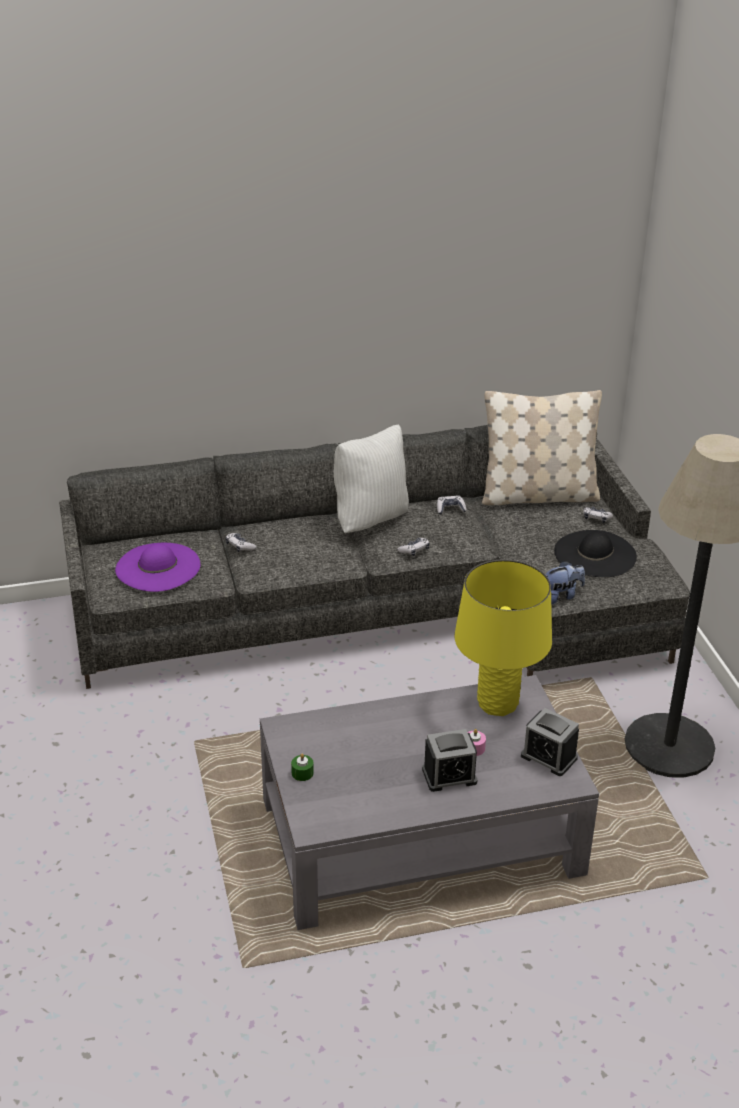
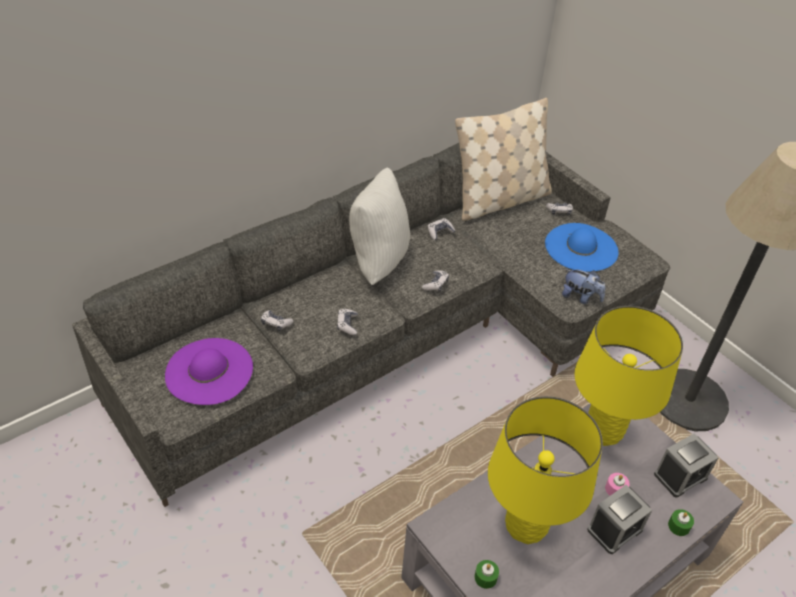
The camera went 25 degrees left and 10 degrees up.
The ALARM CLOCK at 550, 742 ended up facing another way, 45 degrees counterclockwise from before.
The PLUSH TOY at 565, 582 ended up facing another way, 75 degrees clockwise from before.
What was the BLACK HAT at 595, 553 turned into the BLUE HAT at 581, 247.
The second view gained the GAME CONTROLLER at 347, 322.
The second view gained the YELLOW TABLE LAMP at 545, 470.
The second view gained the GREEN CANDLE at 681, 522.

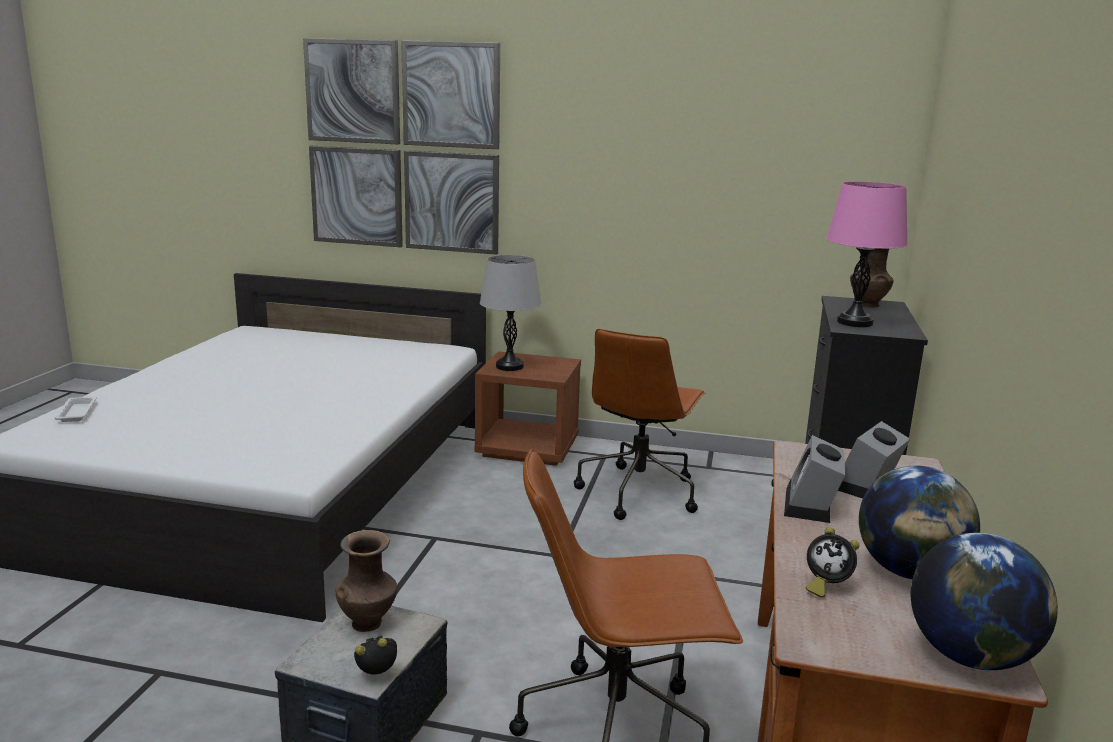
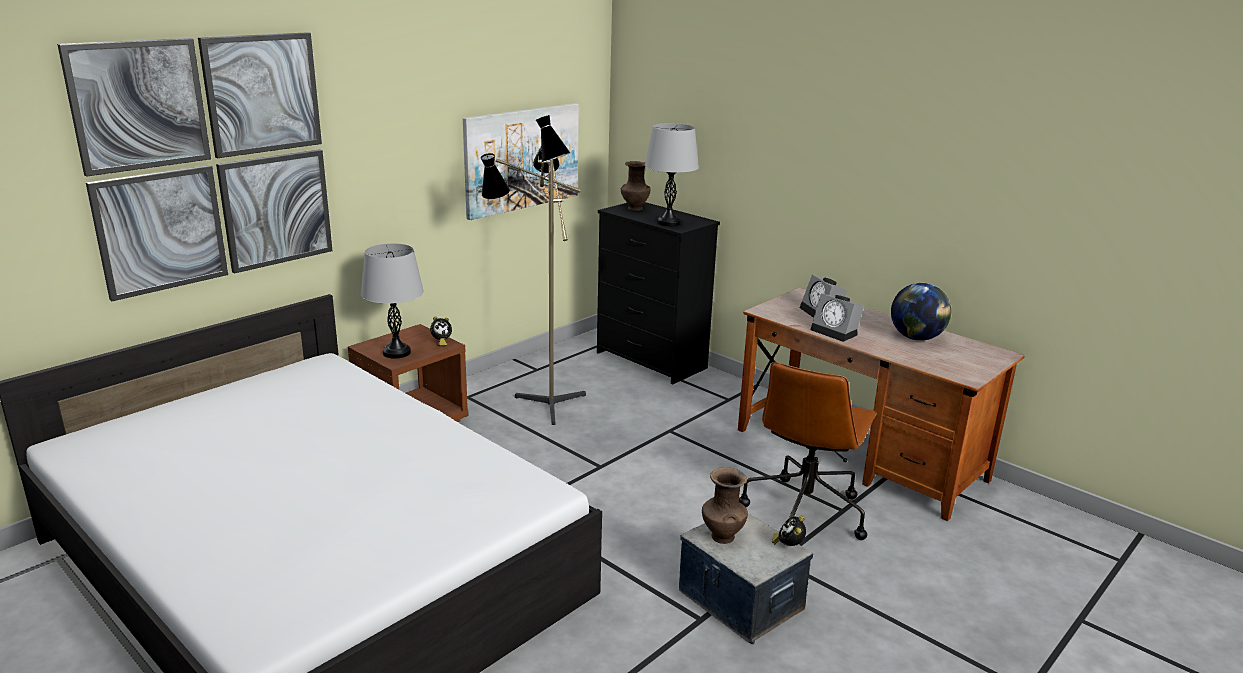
The camera went 60 degrees left and 5 degrees up.
The second view lost the WHITE TRAY at 75, 409.
Where the BROWN OFFICE CHAIR stood at 639, 424, the FLOOR LAMP came to stand at 533, 270.
The ALARM CLOCK ended up elsewhere, having gone from 833, 562 to 441, 331.
What was the PINK TABLE LAMP at 867, 254 turned into the GREY TABLE LAMP at 672, 174.
The second view lost the GLOBE at 984, 601.
The second view gained the PICTURE at 521, 161.

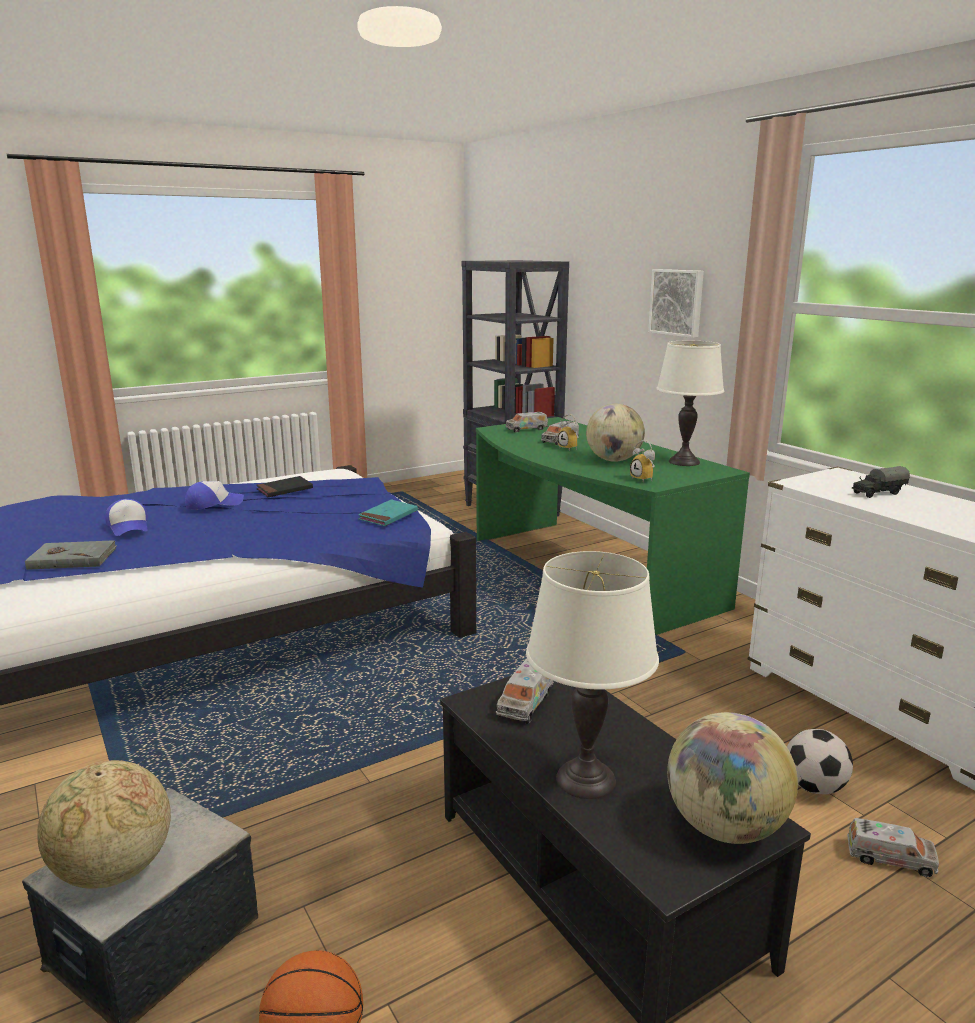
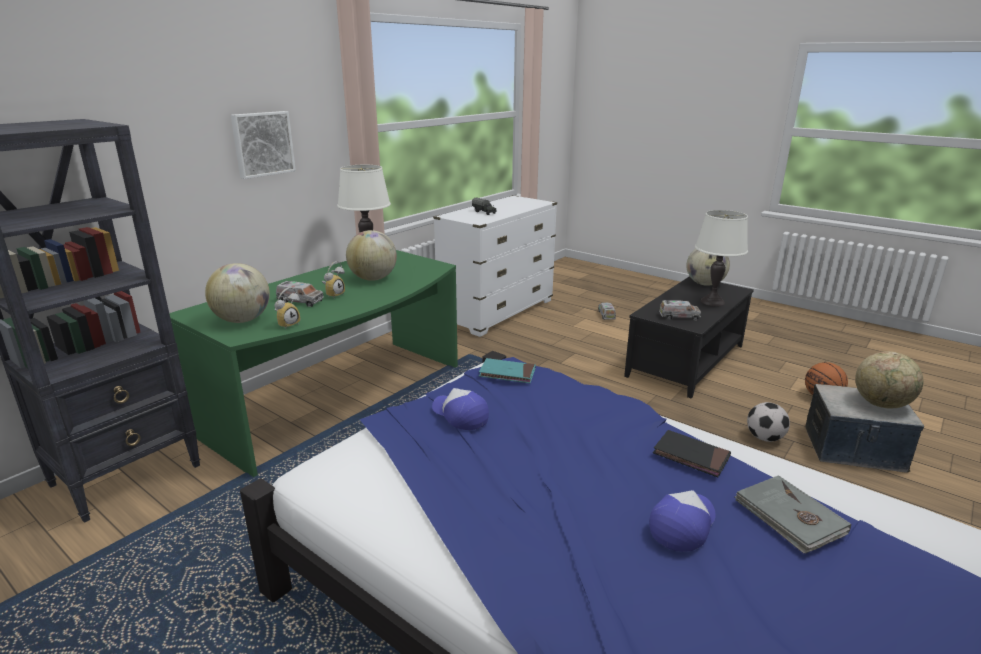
The camera went 110 degrees left and 5 degrees up.
The CAP ended up elsewhere, having gone from 214, 495 to 460, 409.
The BLACK BOOK ended up elsewhere, having gone from 284, 486 to 692, 453.
Where the TOY TRUCK stood at 526, 422, the GLOBE came to stand at 237, 293.
The ALARM CLOCK ended up elsewhere, having gone from 642, 461 to 287, 307.
The FOOTBALL ended up elsewhere, having gone from 820, 761 to 768, 422.

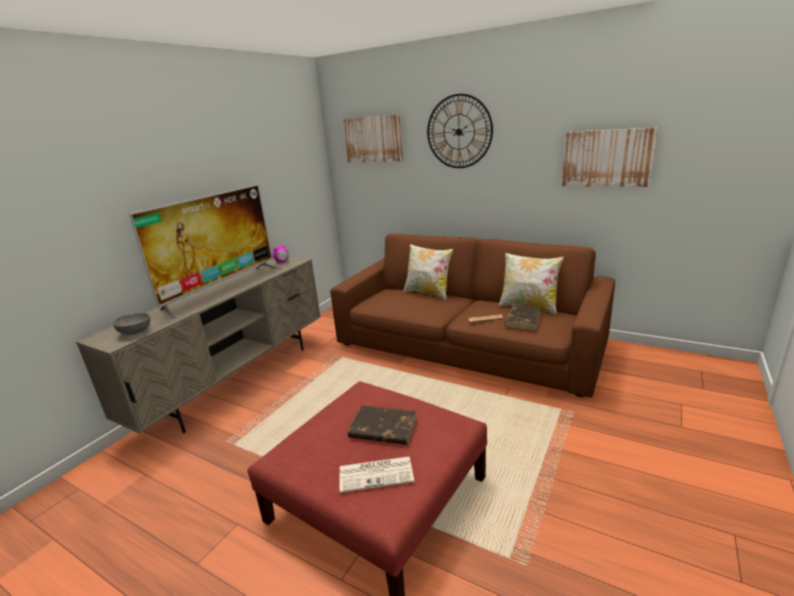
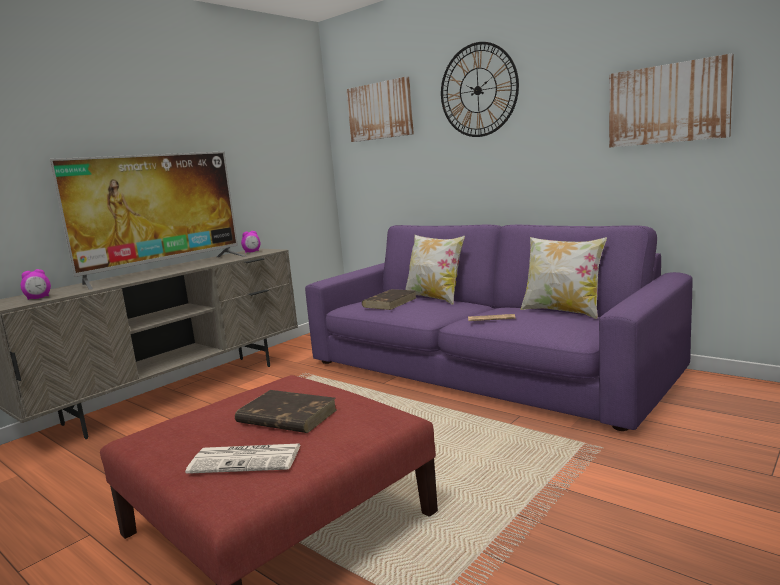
The camera went 10 degrees right and 10 degrees down.
Where the GREY BOWL stood at 131, 324, the ALARM CLOCK came to stand at 35, 284.
What was the BROWN SOFA at 472, 316 turned into the PURPLE SOFA at 499, 328.
The BROWN BOOK ended up elsewhere, having gone from 522, 317 to 389, 299.

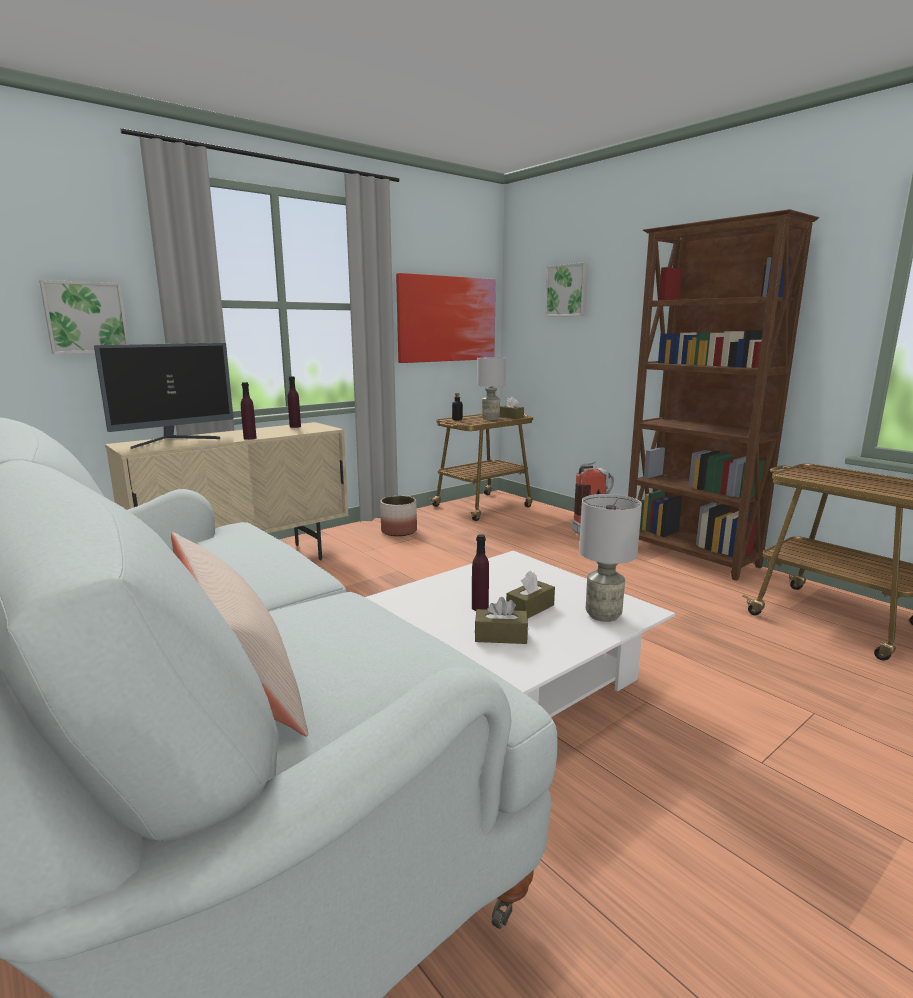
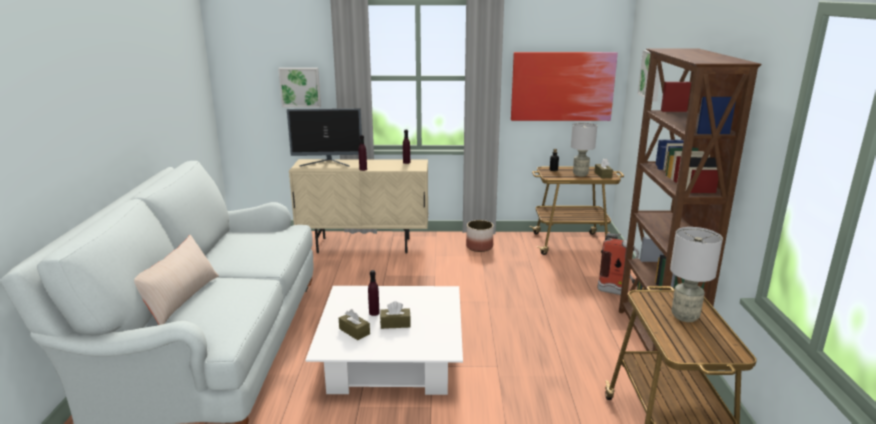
The camera went 40 degrees right and 5 degrees up.
The GREY TABLE LAMP ended up elsewhere, having gone from 610, 558 to 696, 274.

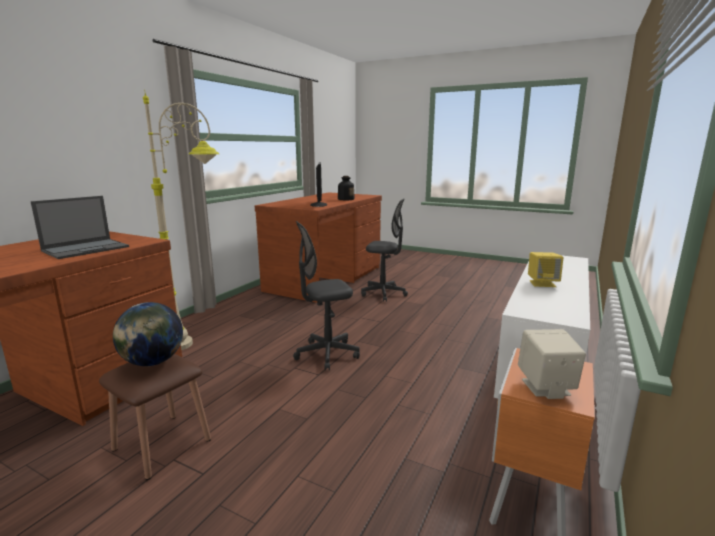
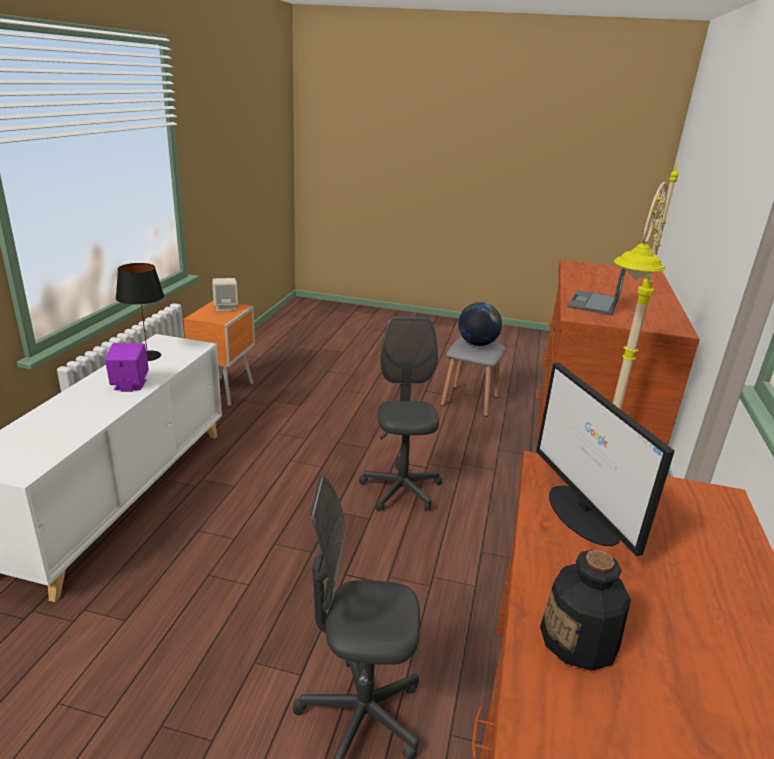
The camera went 165 degrees right and 10 degrees up.
What was the BROWN STOOL at 155, 417 turned into the GREY STOOL at 473, 377.
The GREY OFFICE CHAIR at 326, 295 ended up facing another way, 60 degrees counterclockwise from before.
What was the YELLOW SPEAKER at 545, 269 turned into the PURPLE SPEAKER at 127, 367.
The second view gained the BLACK TABLE LAMP at 140, 312.

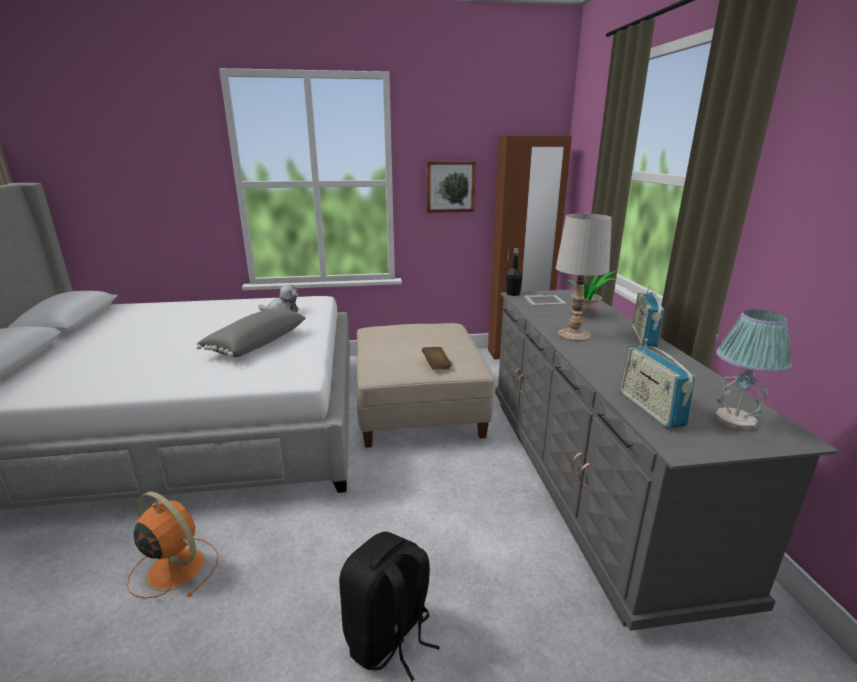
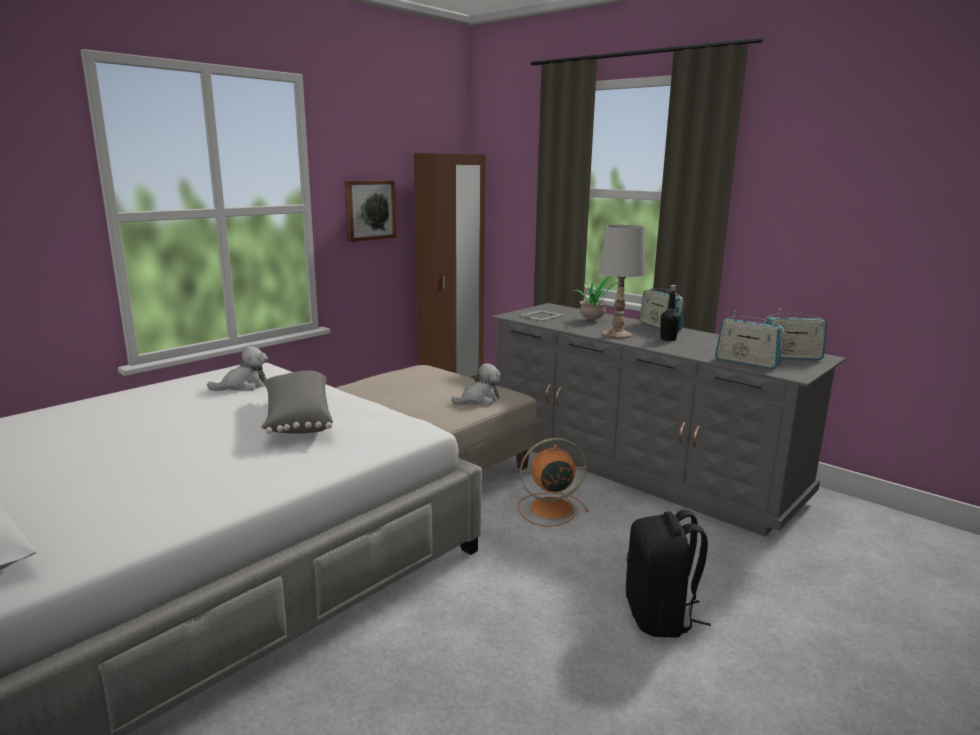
The camera went 40 degrees left and 5 degrees down.
The ORANGE FAN ended up elsewhere, having gone from 172, 545 to 553, 482.
Where the BROWN BOOK stood at 437, 358, the PLUSH TOY came to stand at 476, 384.
The BLACK BOTTLE ended up elsewhere, having gone from 514, 272 to 670, 313.
Where the TABLE LAMP stood at 753, 370, the RADIO came to stand at 796, 334.

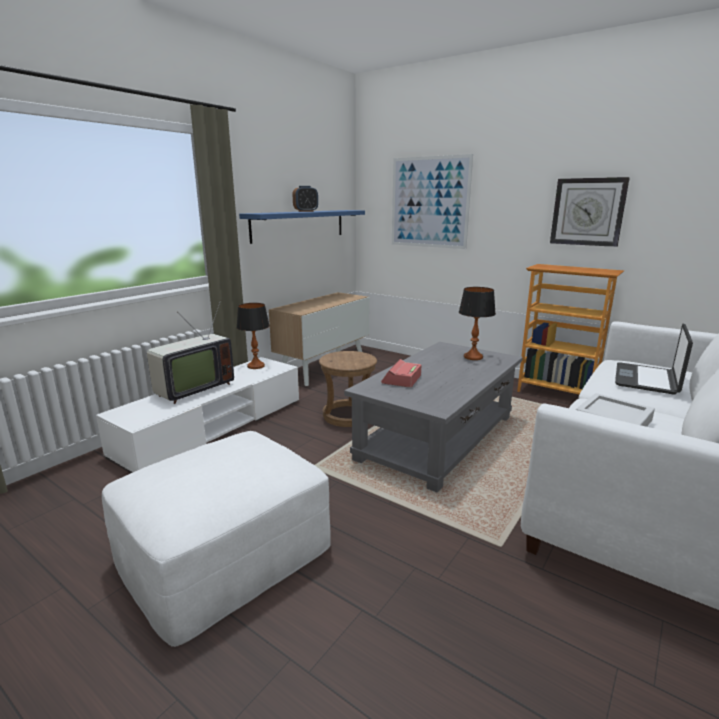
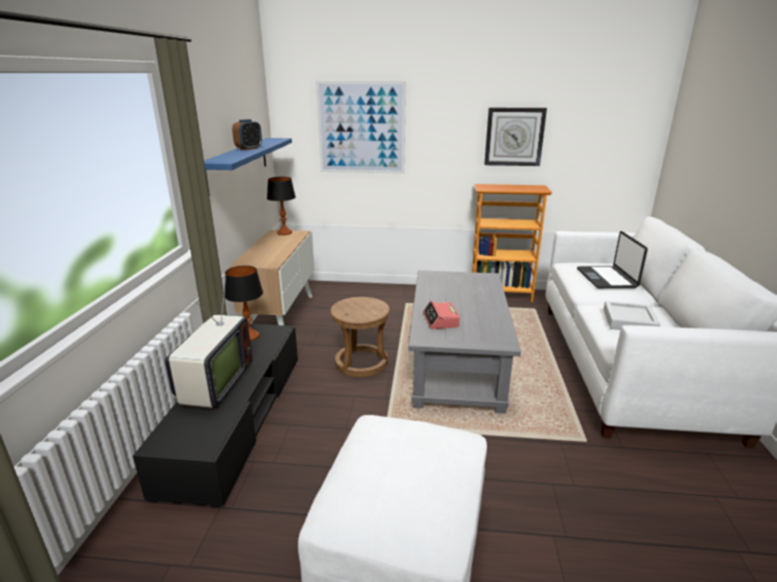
The camera went 30 degrees left and 5 degrees up.
What was the WHITE TV STAND at 197, 414 turned into the BLACK TV STAND at 215, 416.
The TABLE LAMP ended up elsewhere, having gone from 477, 323 to 281, 206.

